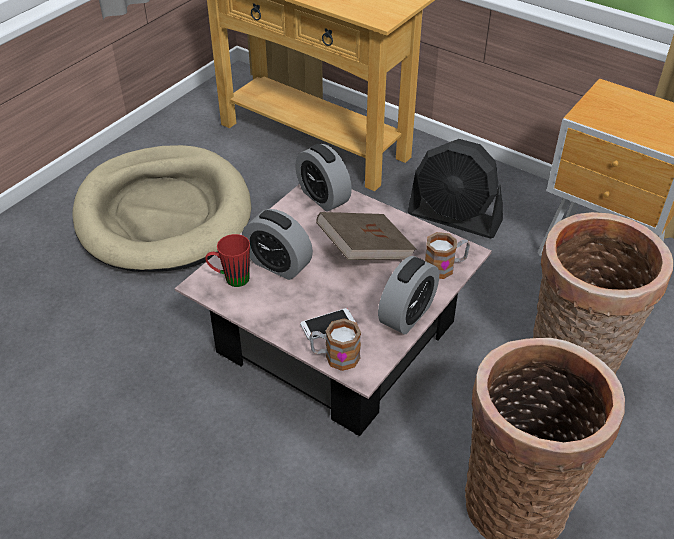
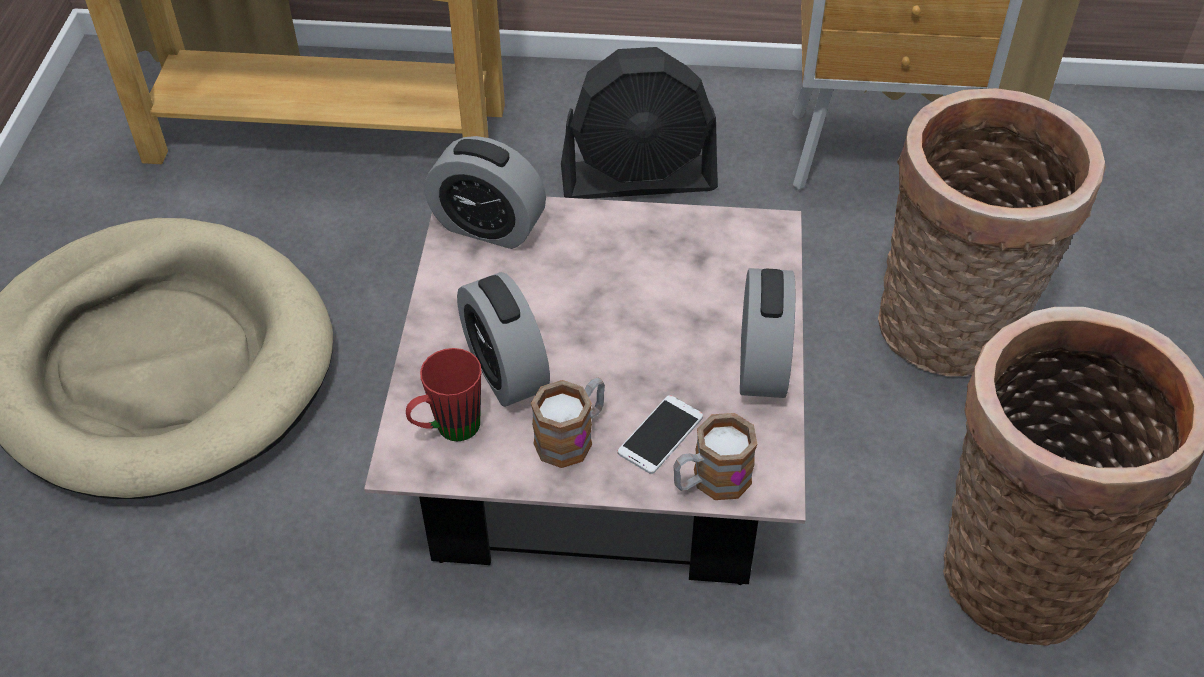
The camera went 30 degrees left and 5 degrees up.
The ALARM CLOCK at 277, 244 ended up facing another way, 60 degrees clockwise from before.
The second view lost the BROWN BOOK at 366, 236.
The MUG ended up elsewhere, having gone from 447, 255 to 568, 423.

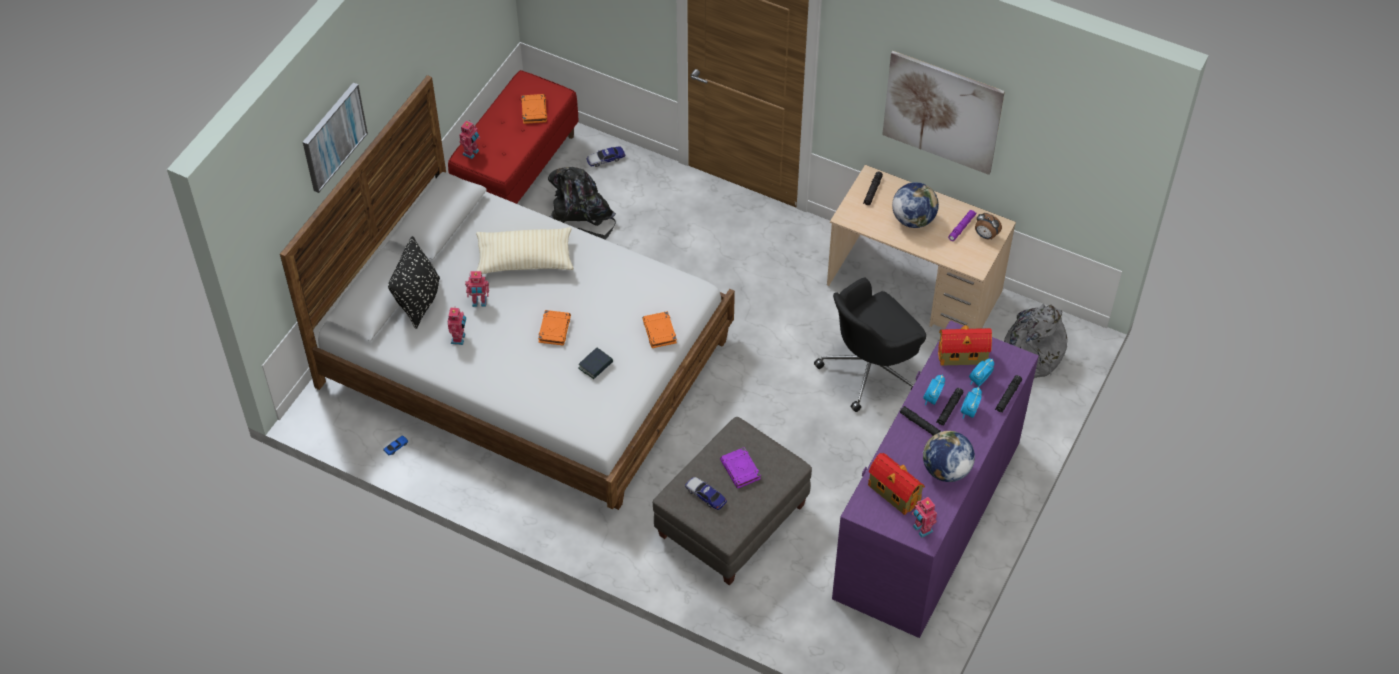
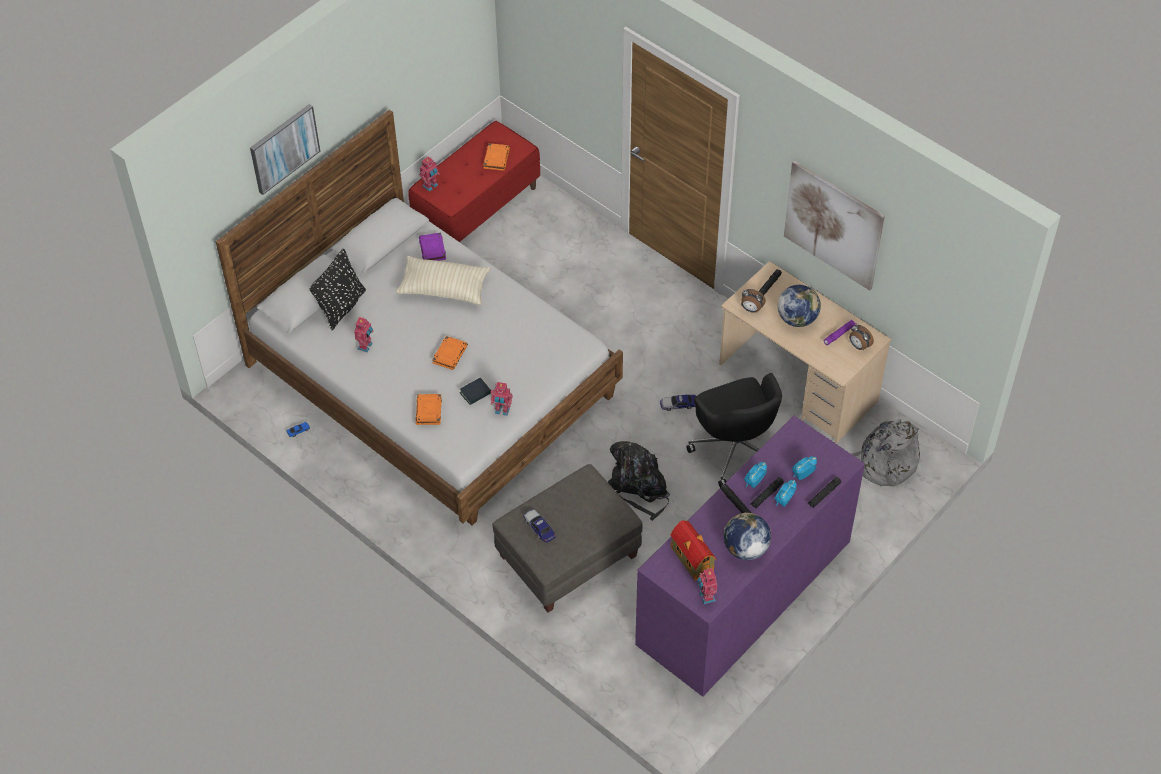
The camera went 15 degrees right and 0 degrees up.
The TOY ROBOT ended up elsewhere, having gone from 477, 289 to 502, 399.
The BLACK BACKPACK ended up elsewhere, having gone from 582, 203 to 639, 481.
The TOY CAR ended up elsewhere, having gone from 606, 157 to 678, 403.
The ORANGE BOOK ended up elsewhere, having gone from 659, 329 to 429, 409.
The PURPLE BOOK ended up elsewhere, having gone from 740, 468 to 432, 246.
The BLACK OFFICE CHAIR at 870, 345 ended up facing another way, 90 degrees counterclockwise from before.
The second view lost the TOY HOUSE at 965, 345.
The second view gained the ALARM CLOCK at 753, 301.

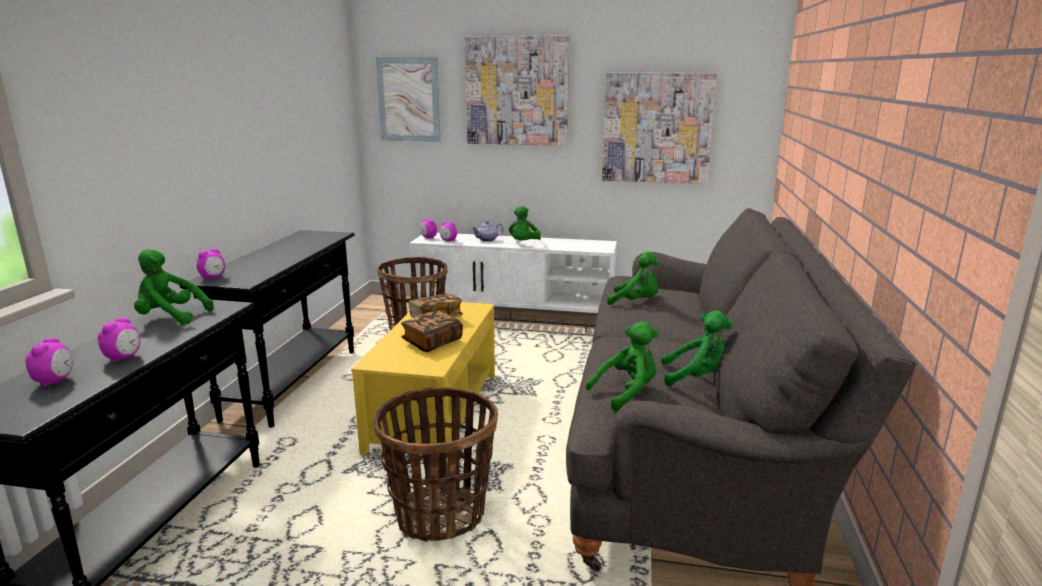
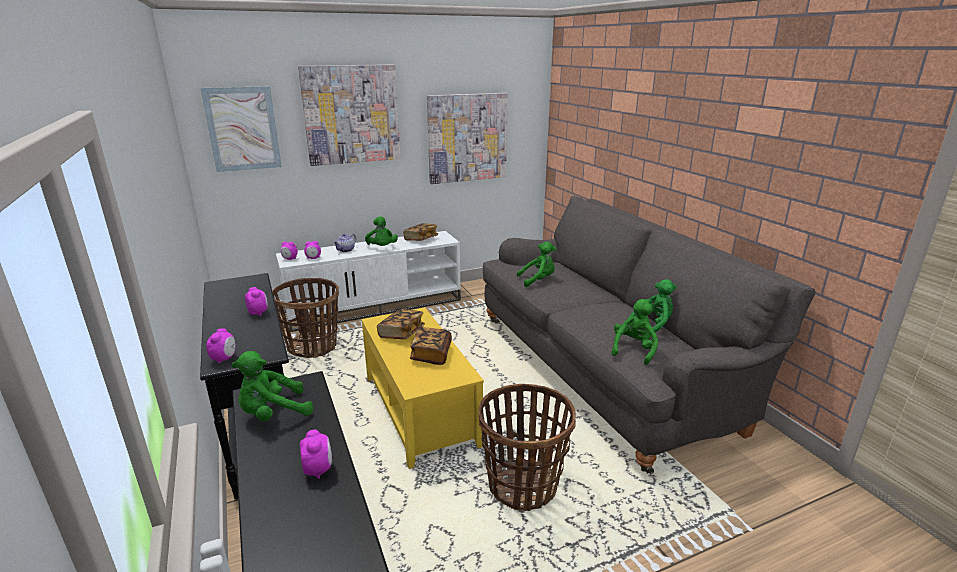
The camera went 35 degrees left and 5 degrees up.
The ALARM CLOCK ended up elsewhere, having gone from 49, 362 to 256, 301.
The second view gained the BOOK at 420, 232.

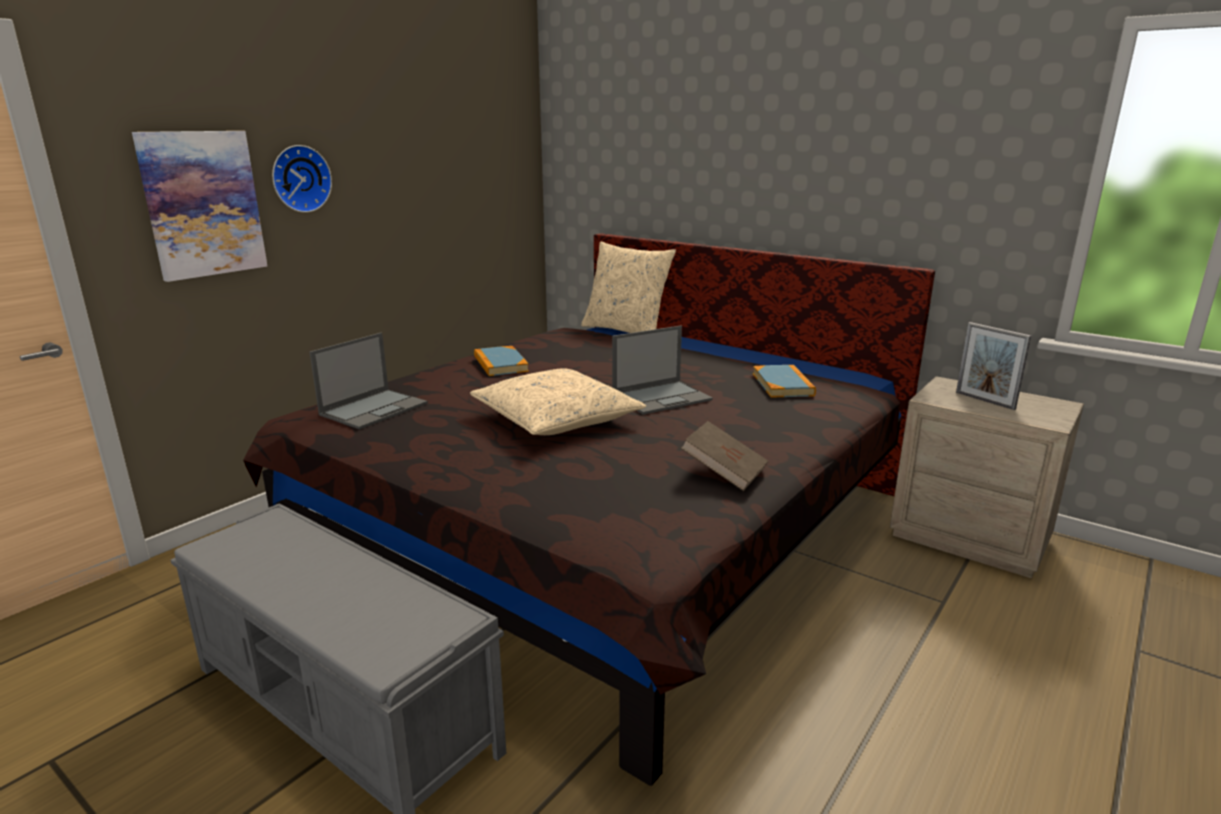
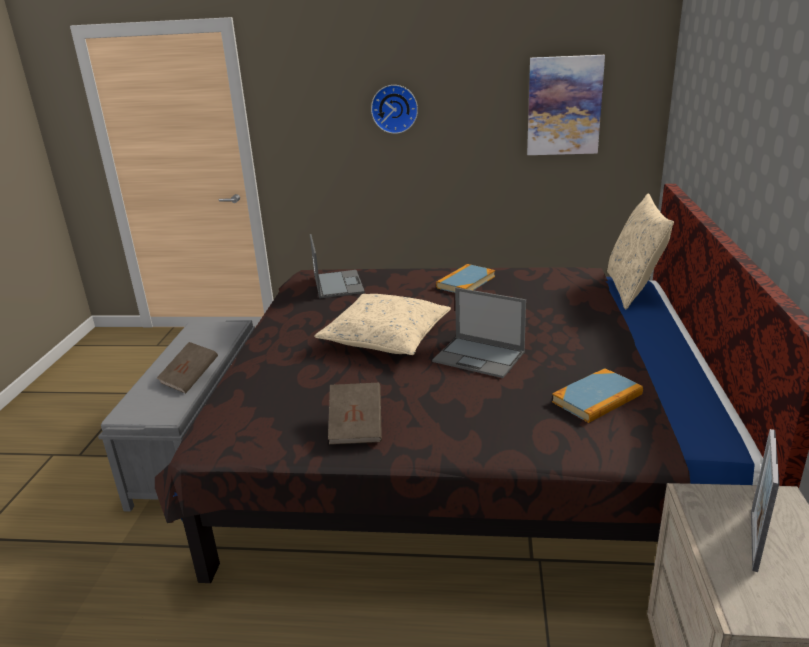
The camera went 60 degrees right and 5 degrees up.
The PICTURE ended up elsewhere, having gone from 199, 206 to 566, 105.
The LAPTOP at 369, 381 ended up facing another way, 105 degrees counterclockwise from before.
The second view gained the BROWN BOOK at 187, 368.

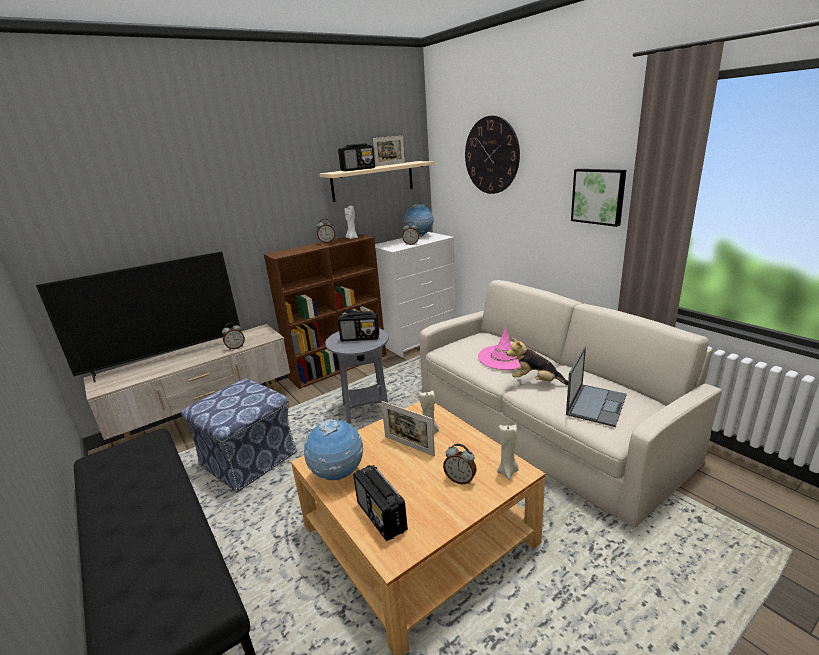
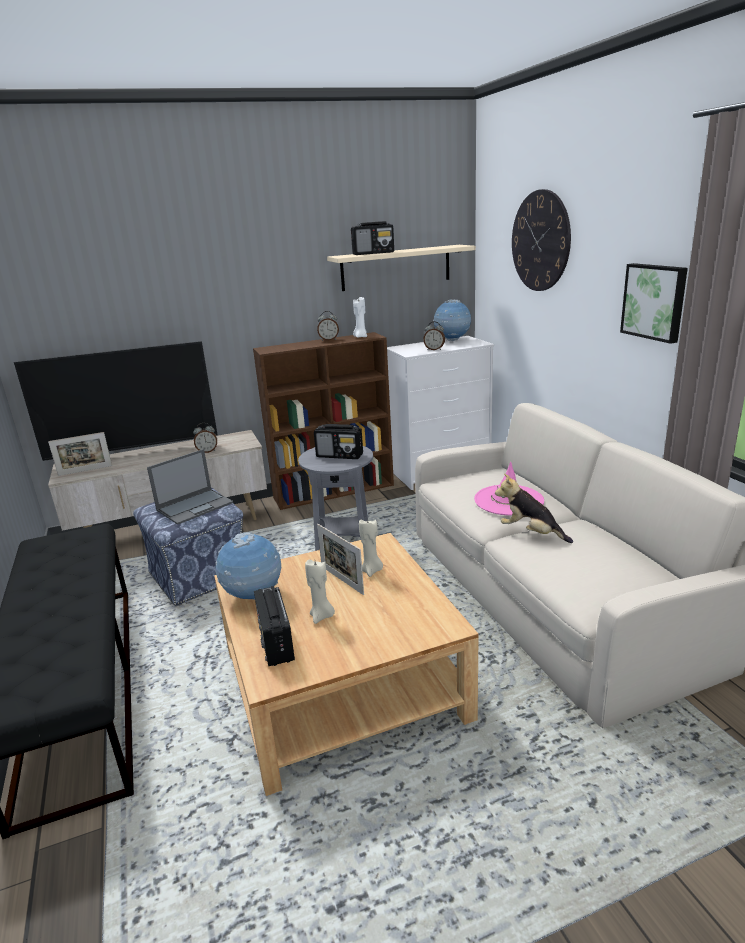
The camera went 15 degrees right and 0 degrees up.
The PICTURE FRAME ended up elsewhere, having gone from 389, 151 to 80, 454.
The second view lost the ALARM CLOCK at 460, 464.
The BEIGE CANDLE ended up elsewhere, having gone from 508, 452 to 320, 591.
The LAPTOP ended up elsewhere, having gone from 596, 387 to 190, 487.

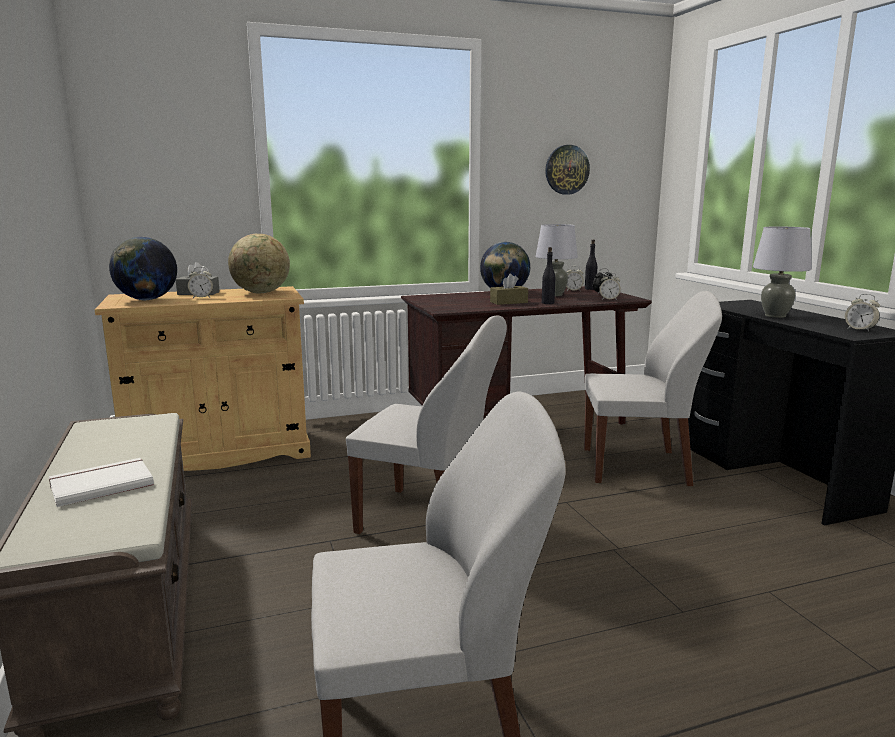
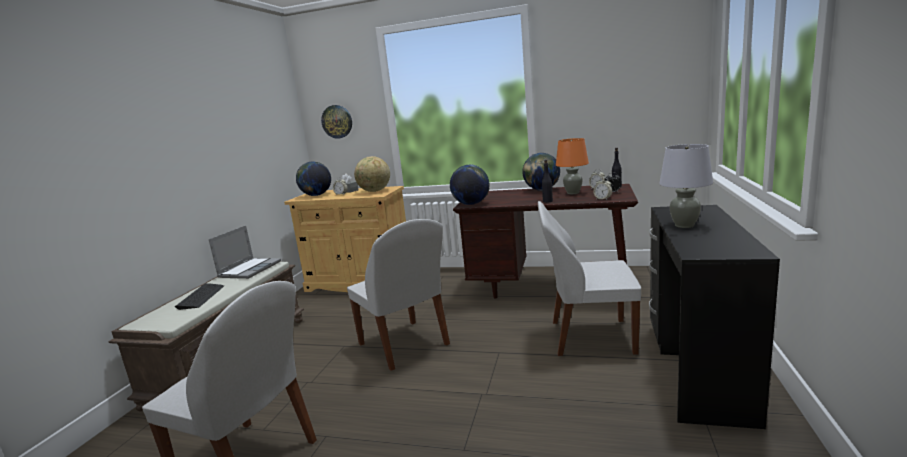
The camera went 35 degrees right and 0 degrees up.
Where the WHITE BOOK stood at 101, 482, the KEYBOARD came to stand at 199, 296.
The second view lost the BROWN TISSUE BOX at 509, 289.
What was the GREY TABLE LAMP at 557, 260 turned into the ORANGE TABLE LAMP at 572, 166.
The WALL CLOCK ended up elsewhere, having gone from 567, 170 to 336, 122.
The WHITE CHAIR at 653, 388 ended up facing another way, 150 degrees clockwise from before.
The second view lost the ALARM CLOCK at 862, 313.
The second view gained the LAPTOP at 245, 252.
The second view gained the GLOBE at 469, 185.

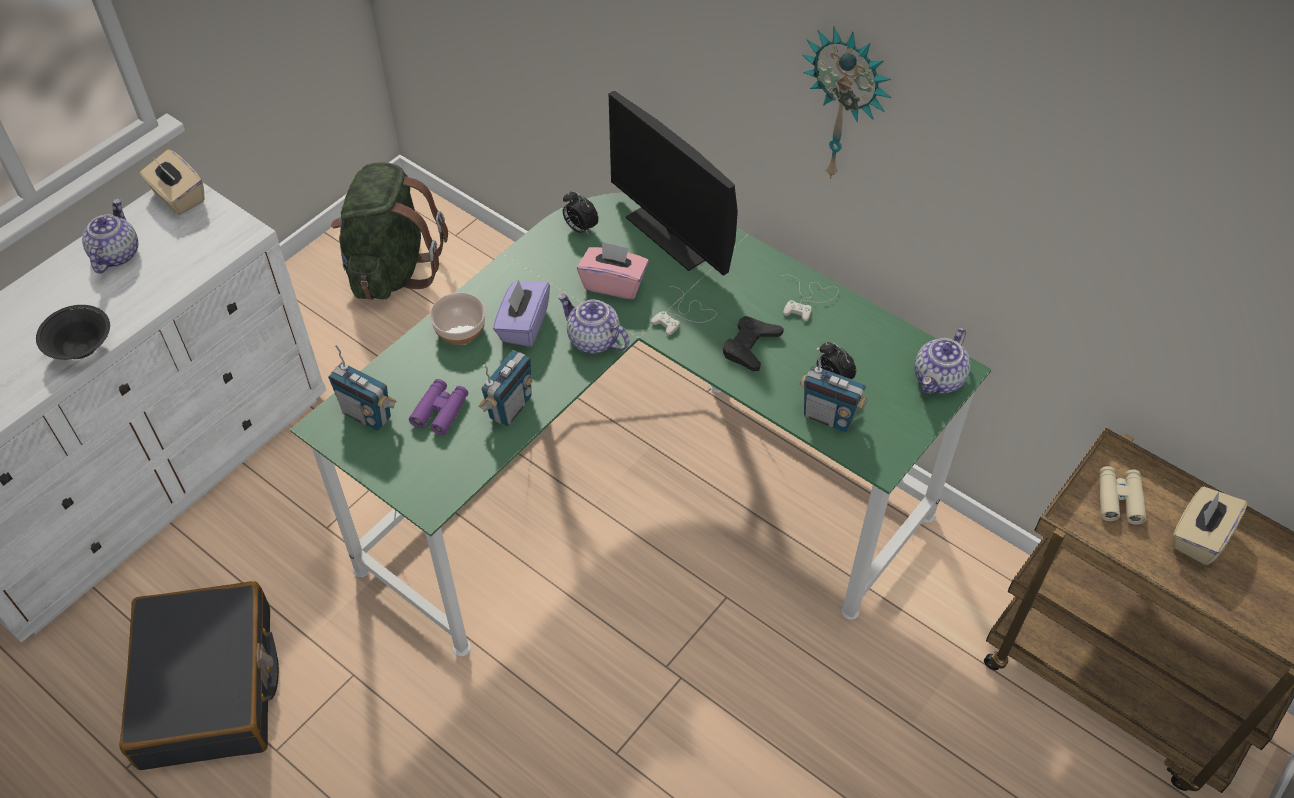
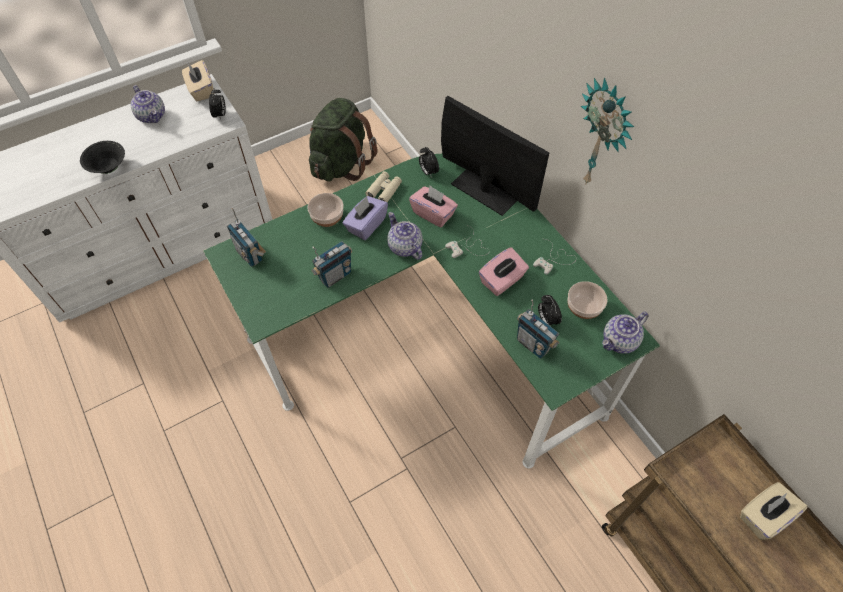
The camera went 20 degrees right and 5 degrees up.
The TEAPOT at 110, 236 ended up facing another way, 120 degrees clockwise from before.
The second view lost the BLACK SUITCASE at 199, 675.
The second view lost the PURPLE BINOCULARS at 438, 407.
The MONITOR at 673, 183 ended up facing another way, 150 degrees clockwise from before.
Where the BLACK GAME CONTROLLER stood at 753, 343, the PINK TISSUE BOX came to stand at 504, 271.
The BEIGE BINOCULARS ended up elsewhere, having gone from 1122, 495 to 383, 186.
The second view gained the ALARM CLOCK at 217, 104.
The second view gained the BOWL at 587, 300.

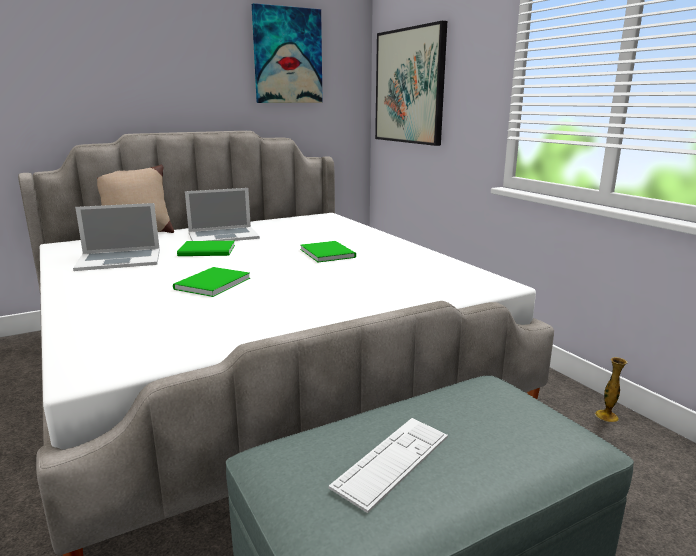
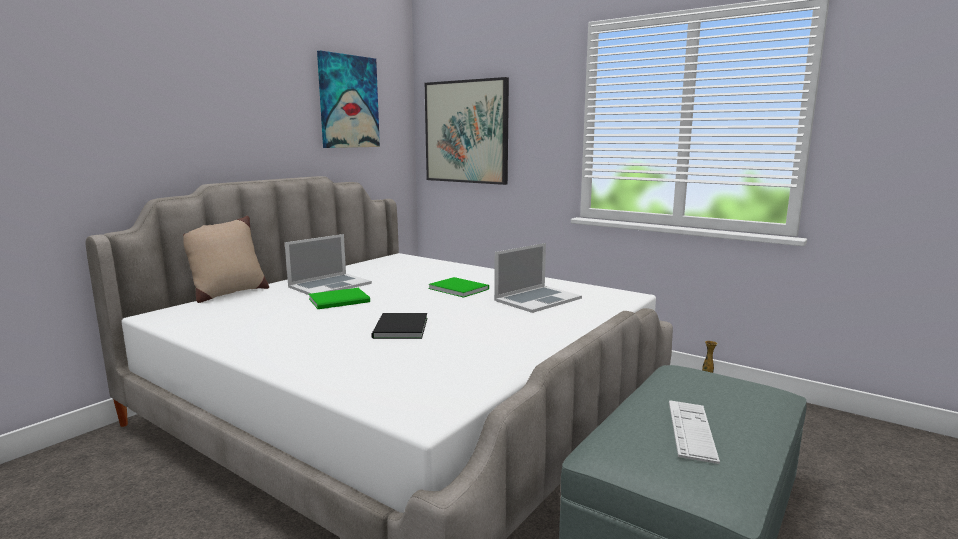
The camera went 25 degrees left and 5 degrees down.
The LAPTOP ended up elsewhere, having gone from 116, 237 to 538, 278.
What was the GREEN BOOK at 211, 282 turned into the BLACK BOOK at 399, 326.

